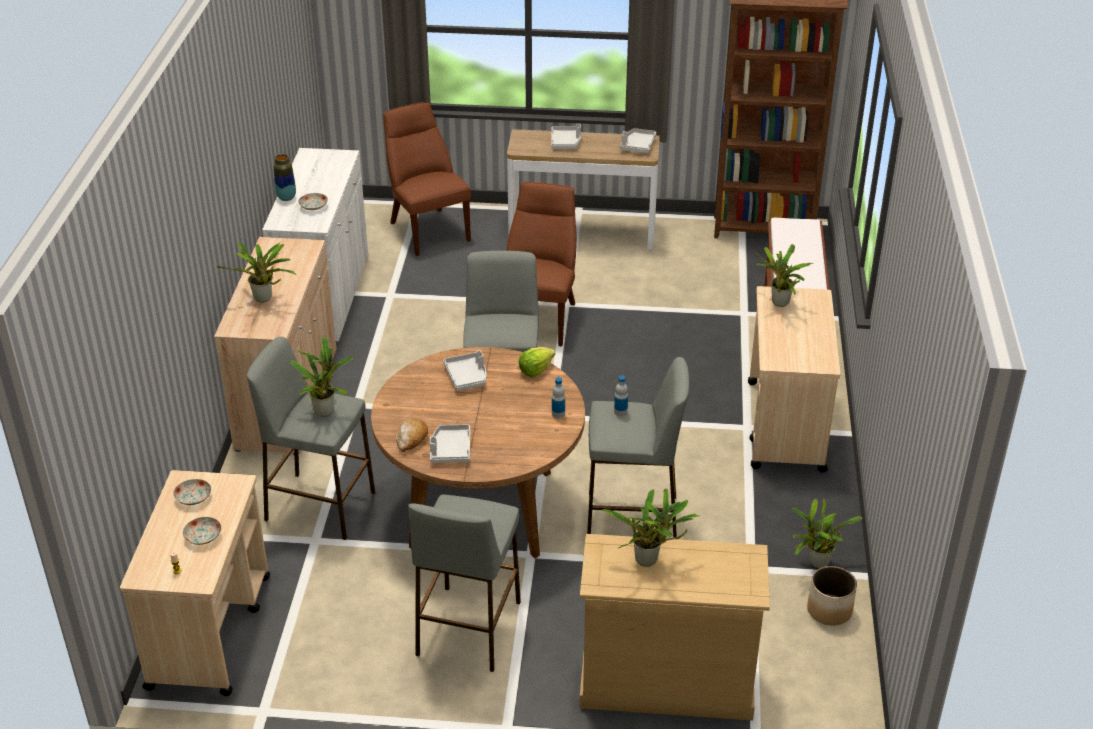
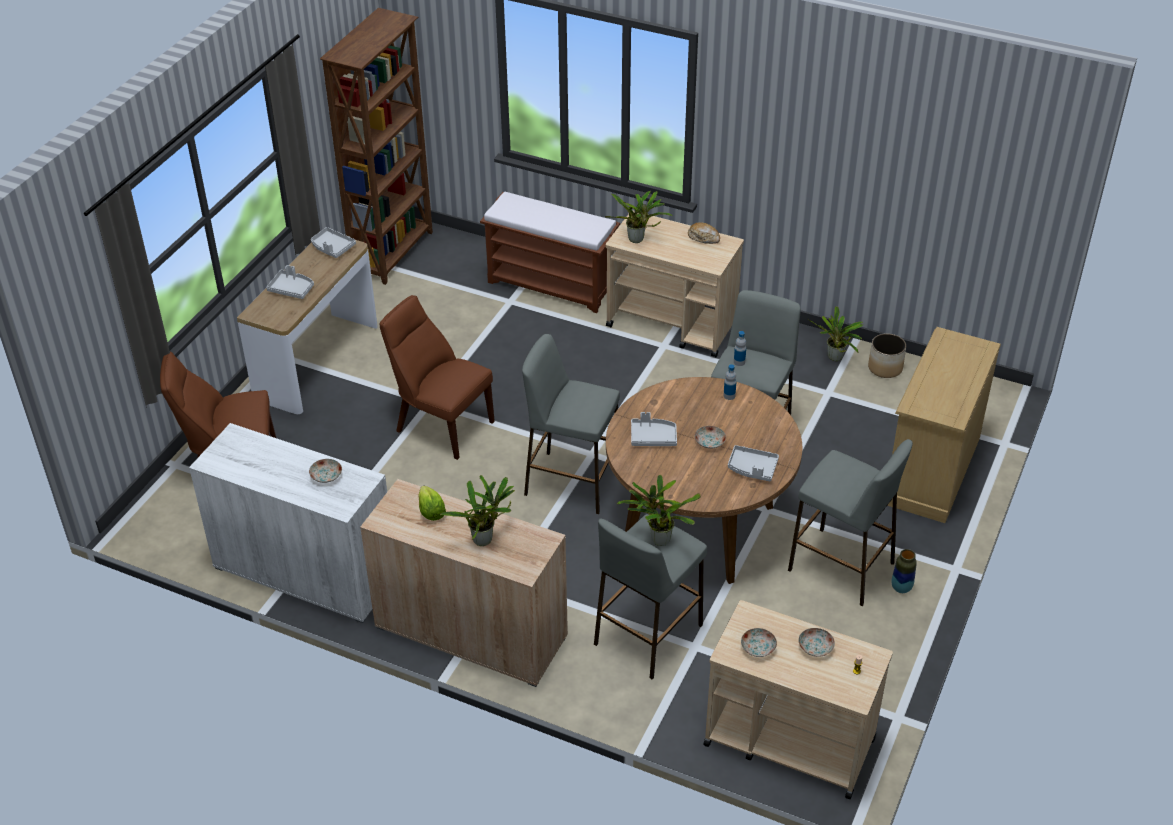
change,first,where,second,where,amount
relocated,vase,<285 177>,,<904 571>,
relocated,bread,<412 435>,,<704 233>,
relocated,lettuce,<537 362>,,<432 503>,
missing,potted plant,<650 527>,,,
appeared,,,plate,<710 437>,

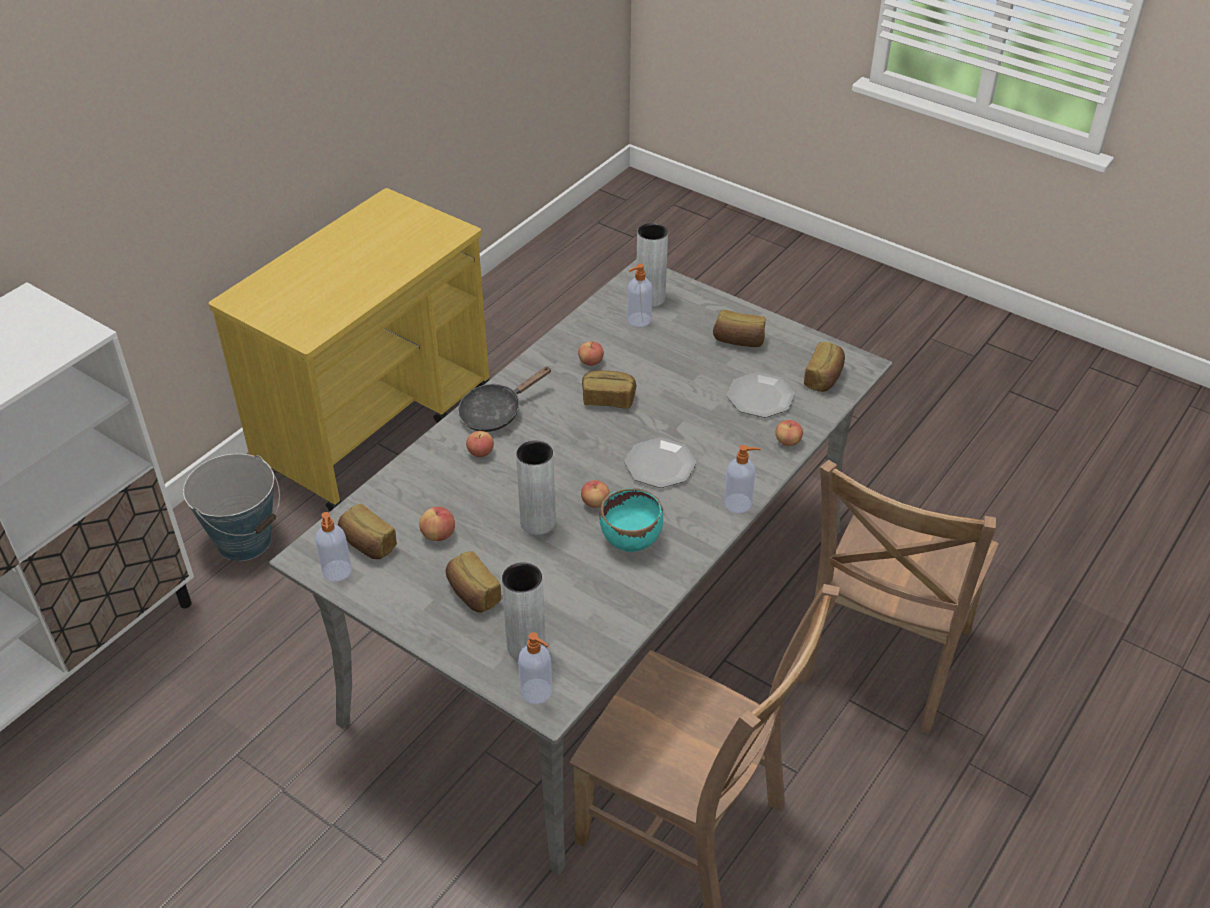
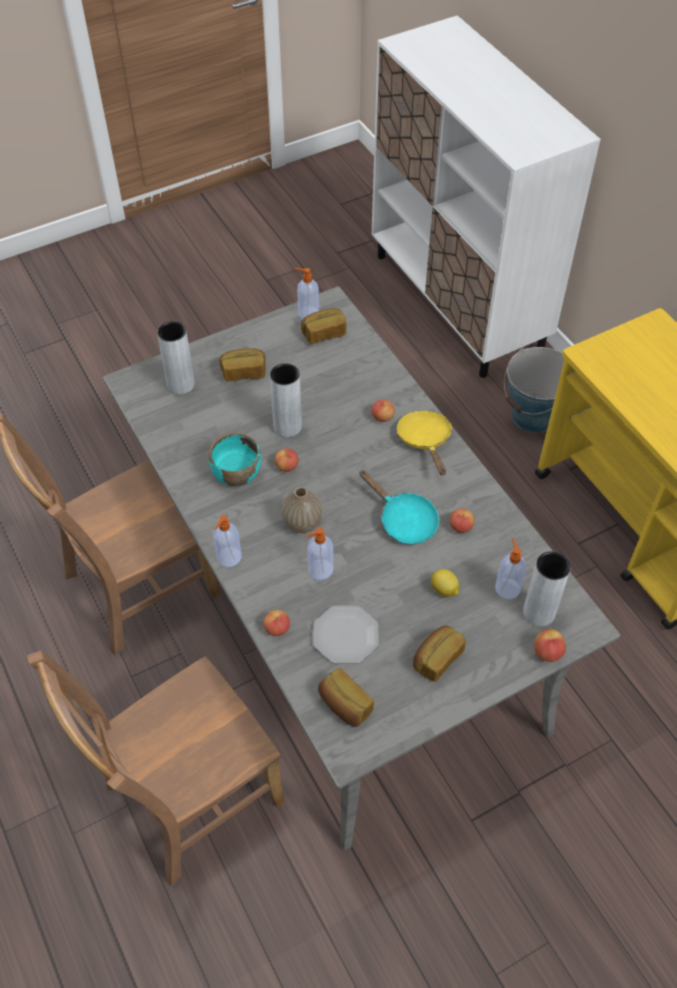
change,first,where,second,where,amount
relocated,apple,<437 524>,,<550 645>,
colour,frying pan/black,<505 399>,frying pan/yellow,<424 442>,
relocated,soap dispenser,<535 668>,,<319 554>,
exchanged,bread,<609 389>,frying pan/turquoise,<399 507>,
exchanged,plate,<660 463>,vase,<301 510>,
spun,chair/brown,<899 596>,,<155 768>,90 degrees counterclockwise
appeared,,,lemon,<445 583>,

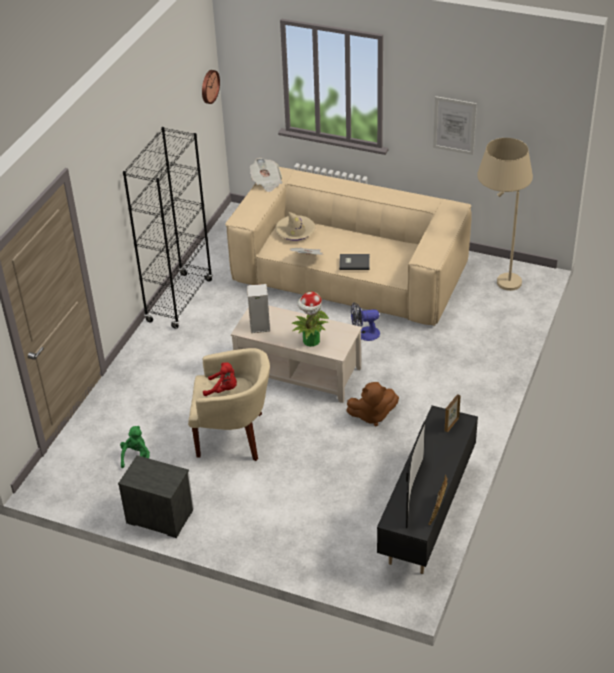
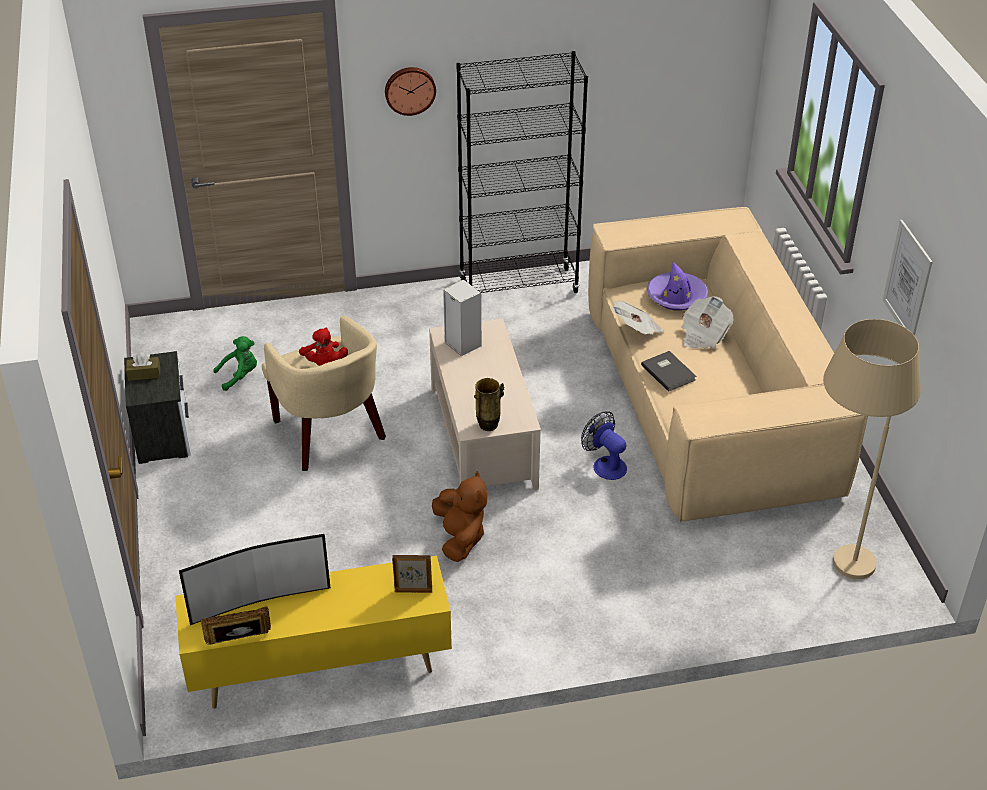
change,first,where,second,where,amount
relocated,wall clock,<211 87>,,<410 91>,
relocated,newspaper,<266 175>,,<708 322>,
colour,hat/beige,<295 226>,hat/purple,<677 286>,
missing,potted plant,<310 319>,,,
spun,plush toy/brown,<372 404>,,<459 516>,150 degrees counterclockwise
colour,tv stand/black,<427 490>,tv stand/yellow,<313 632>,
appeared,,,tissue box/brown,<143 366>,
appeared,,,vase,<489 404>,

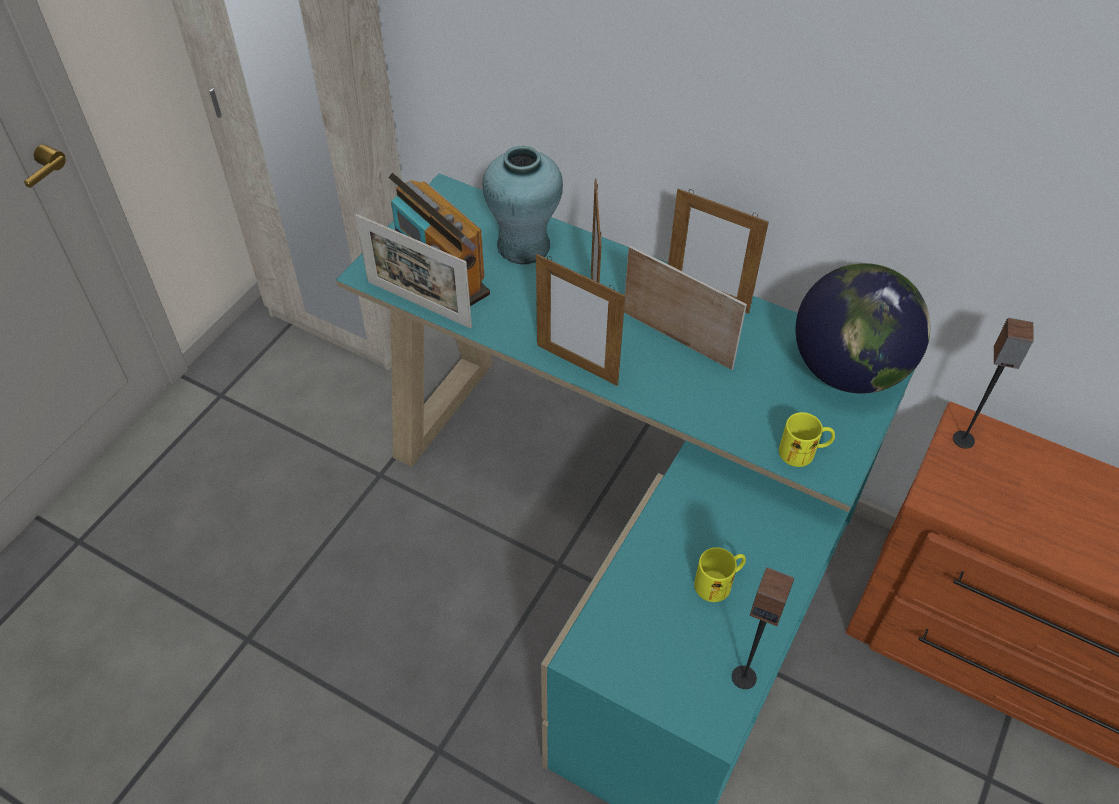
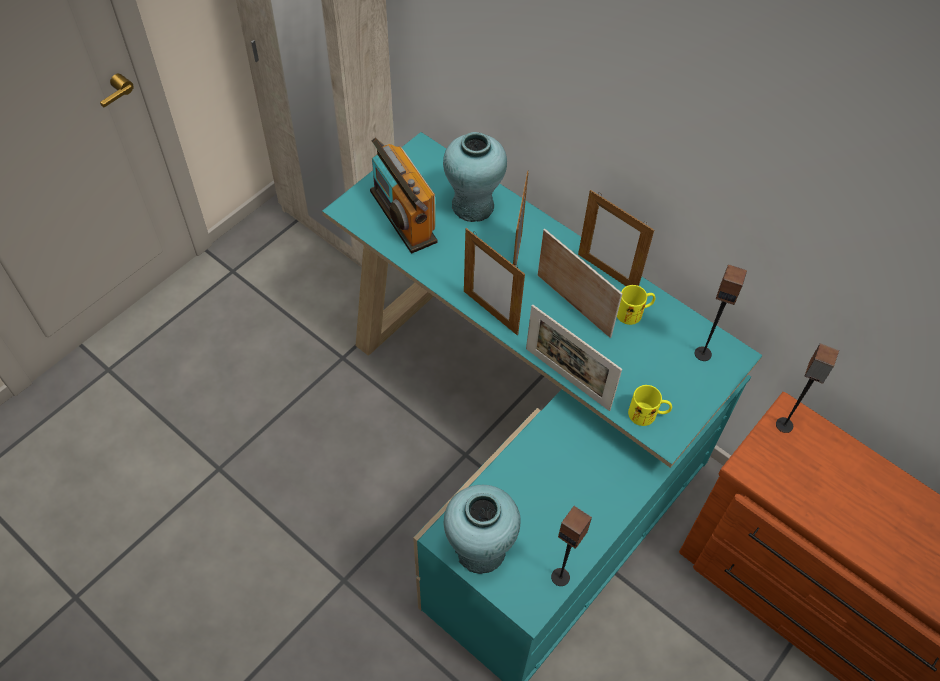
change,first,where,second,where,amount
relocated,picture frame,<413 271>,,<574 358>,
relocated,mug/yellow,<720 574>,,<636 305>,
exchanged,globe,<862 328>,speaker,<721 312>,
appeared,,,vase/turquoise,<482 529>,

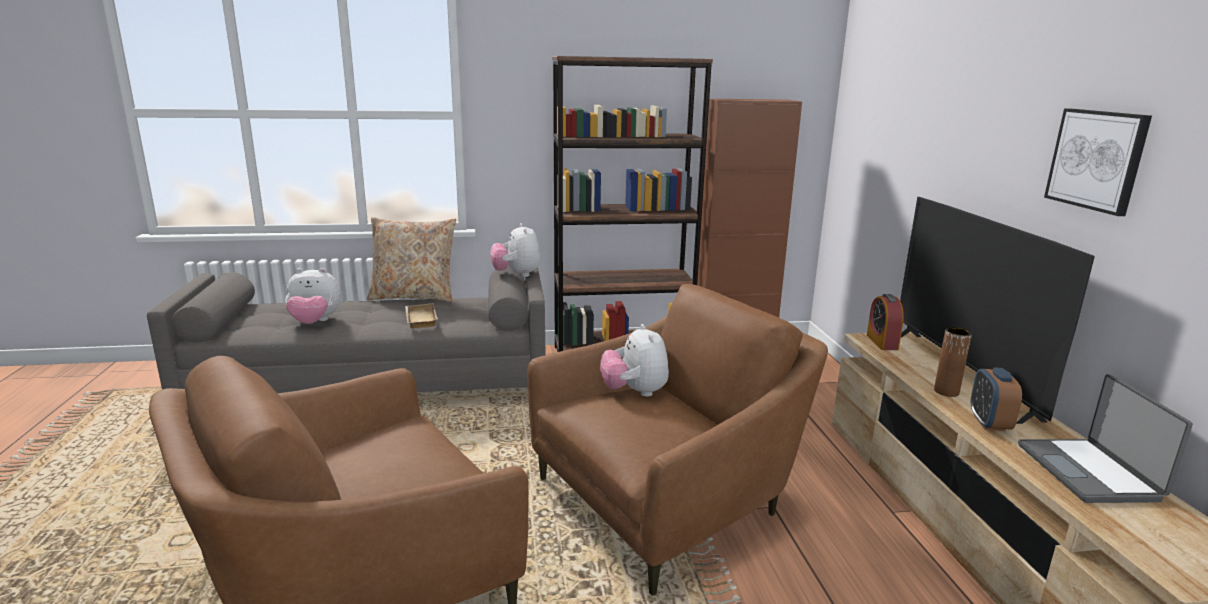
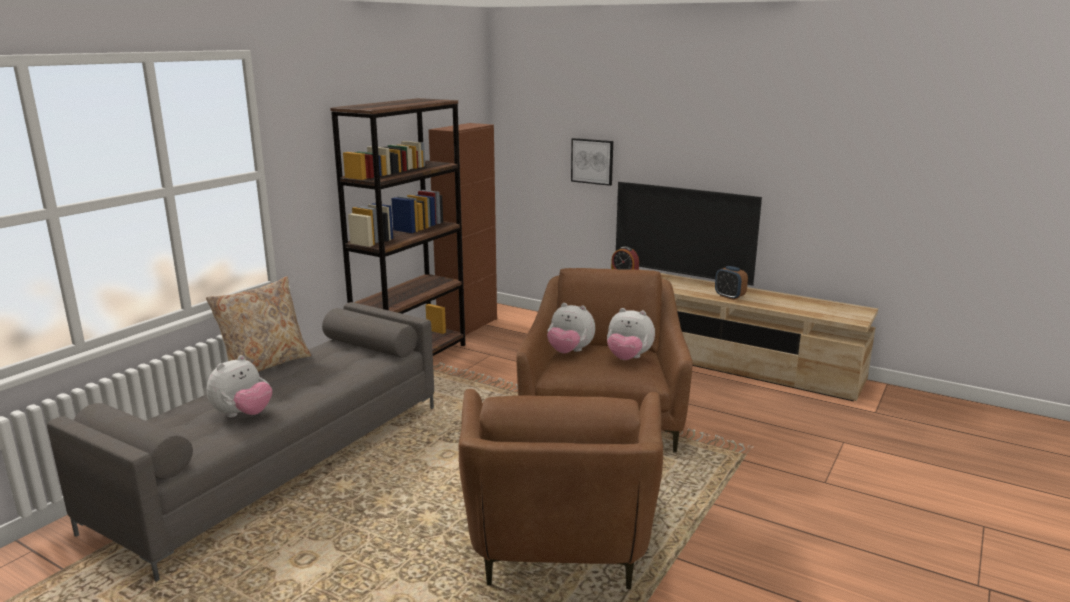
change,first,where,second,where,amount
missing,tray/beige,<421 316>,,,
relocated,plush toy,<515 250>,,<631 334>,
missing,vase/brown,<953 362>,,,
missing,laptop,<1105 438>,,,
relocated,picture,<1098 162>,,<592 162>,

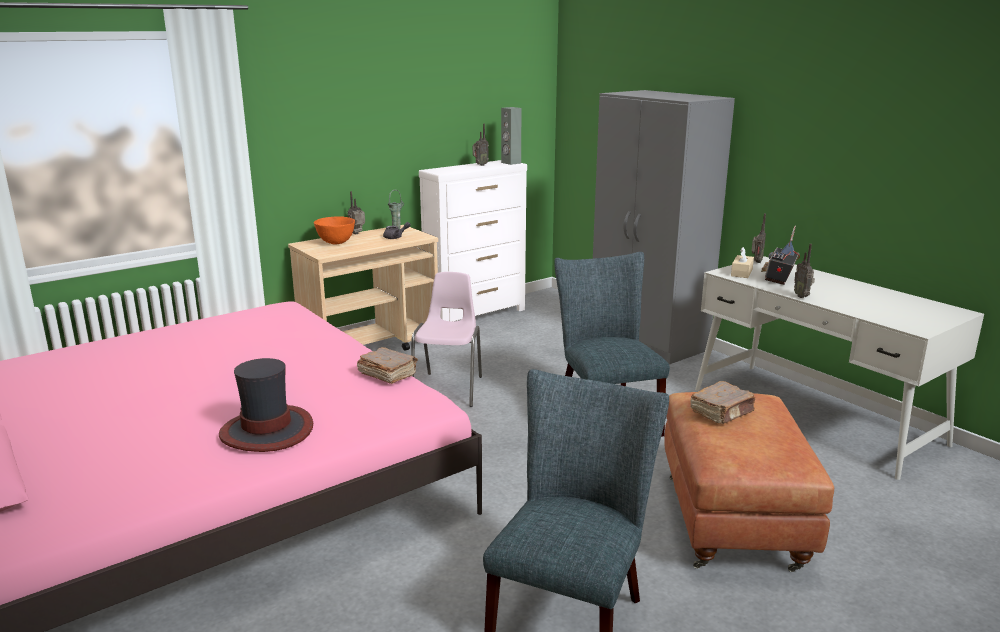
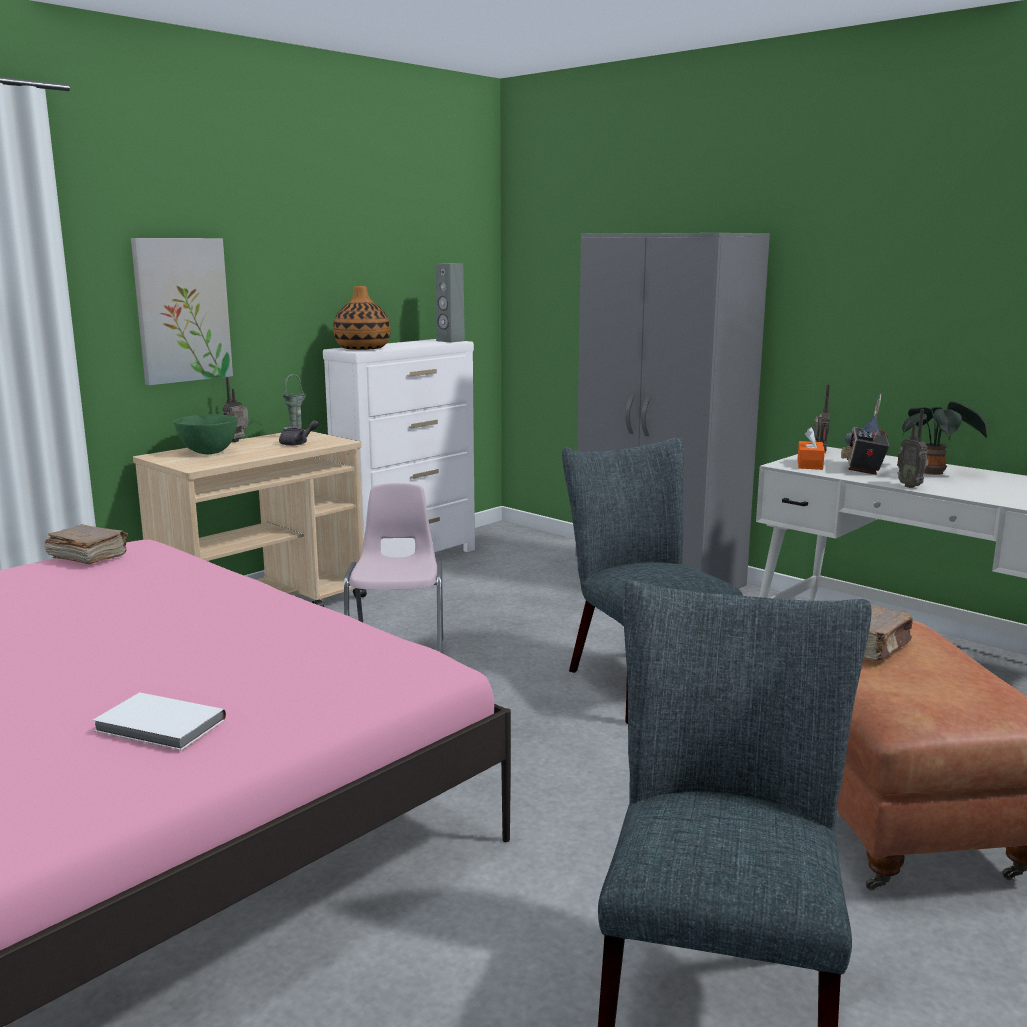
change,first,where,second,where,amount
exchanged,hat,<266 405>,book/white,<159 721>,
colour,bowl/orange,<334 230>,bowl/green,<205 434>,
relocated,book/brown,<387 365>,,<86 544>,
missing,radio,<481 144>,,,
colour,tissue box/beige,<742 262>,tissue box/orange,<811 448>,
appeared,,,picture,<182 311>,
appeared,,,vase,<362 318>,
appeared,,,potted plant,<945 438>,

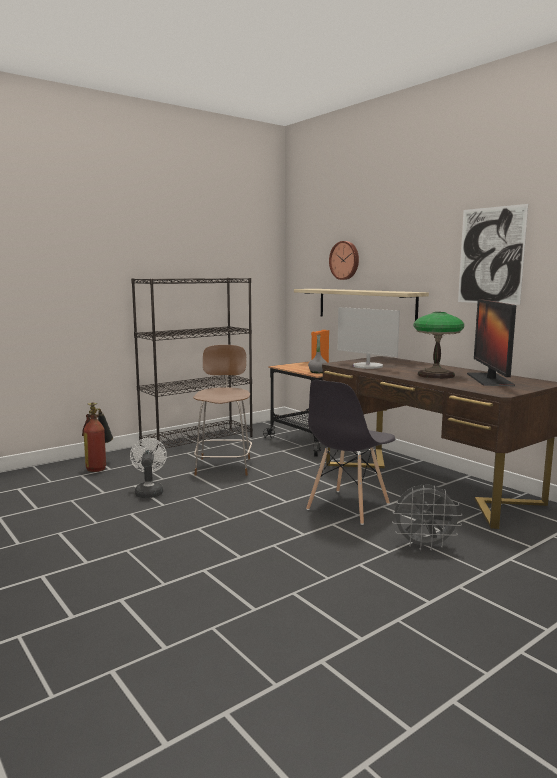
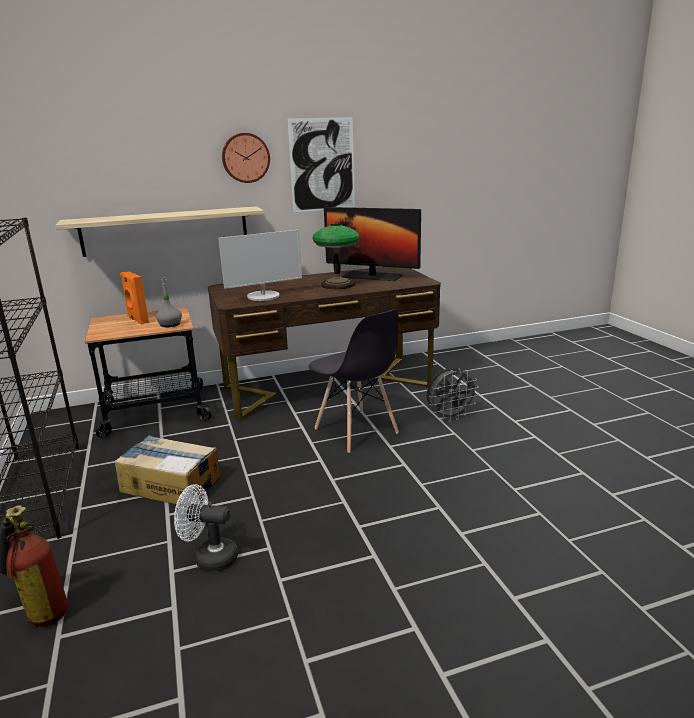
change,first,where,second,where,amount
exchanged,chair/brown,<222 410>,cardboard box,<167 469>,
relocated,wall clock,<344 260>,,<246 158>,
spun,fan/grey,<427 518>,,<453 395>,45 degrees clockwise

